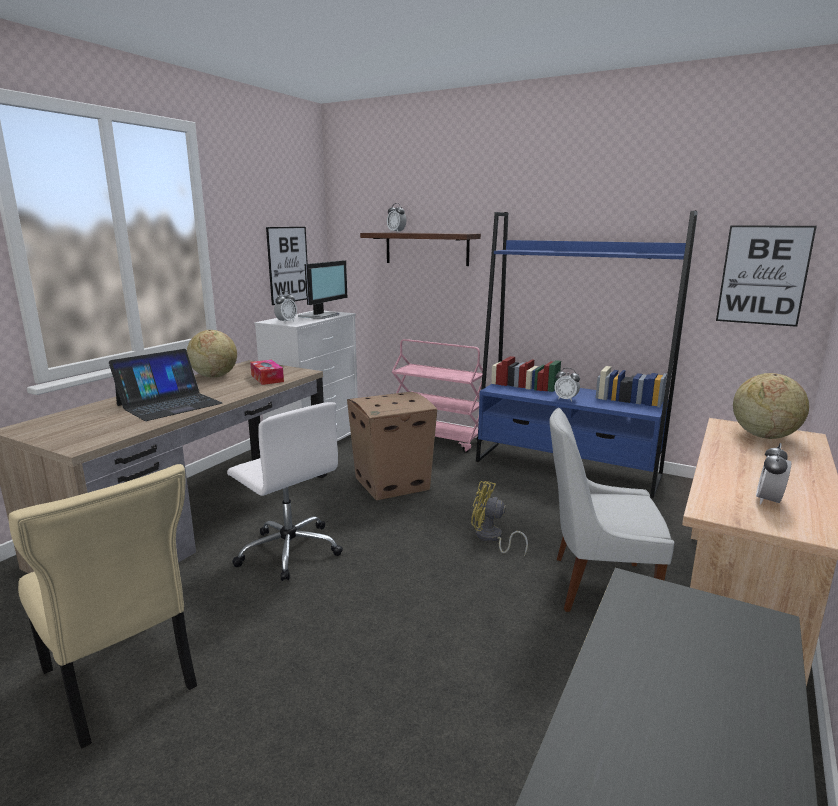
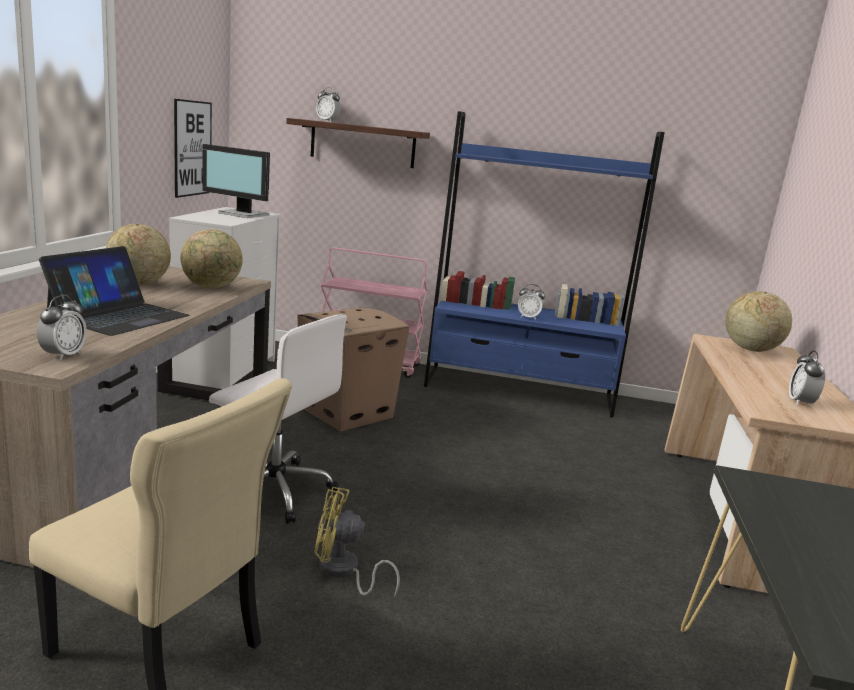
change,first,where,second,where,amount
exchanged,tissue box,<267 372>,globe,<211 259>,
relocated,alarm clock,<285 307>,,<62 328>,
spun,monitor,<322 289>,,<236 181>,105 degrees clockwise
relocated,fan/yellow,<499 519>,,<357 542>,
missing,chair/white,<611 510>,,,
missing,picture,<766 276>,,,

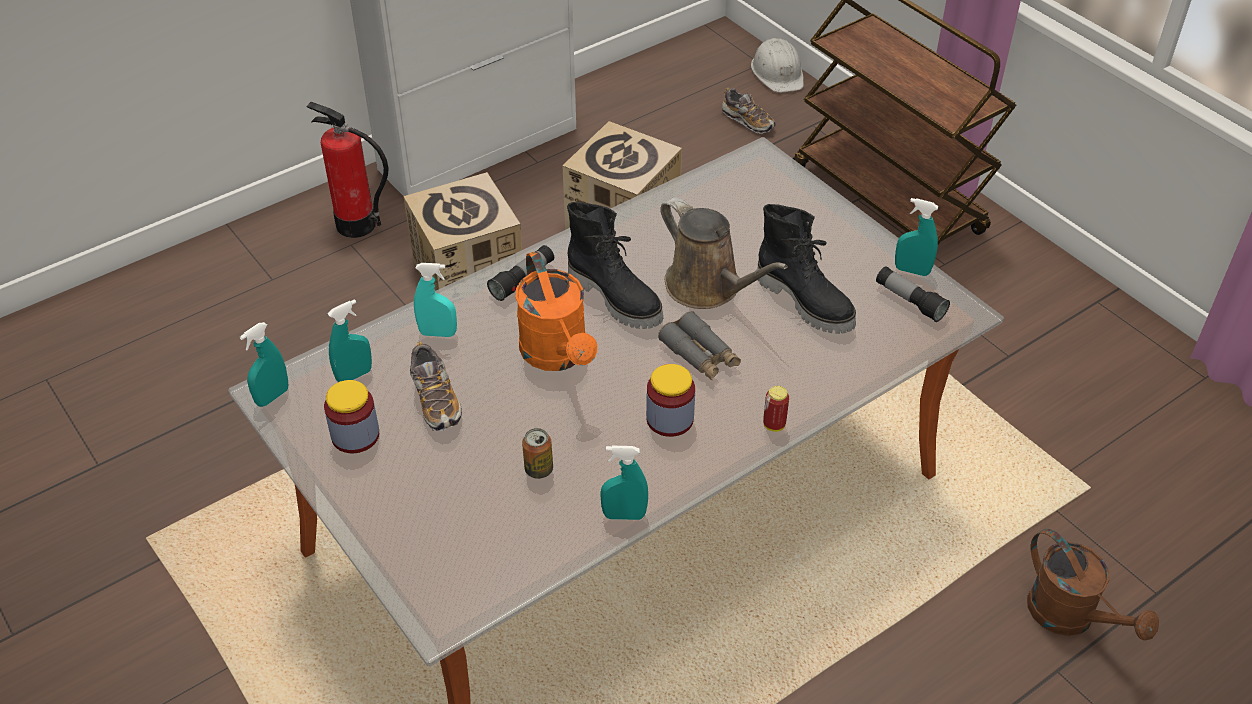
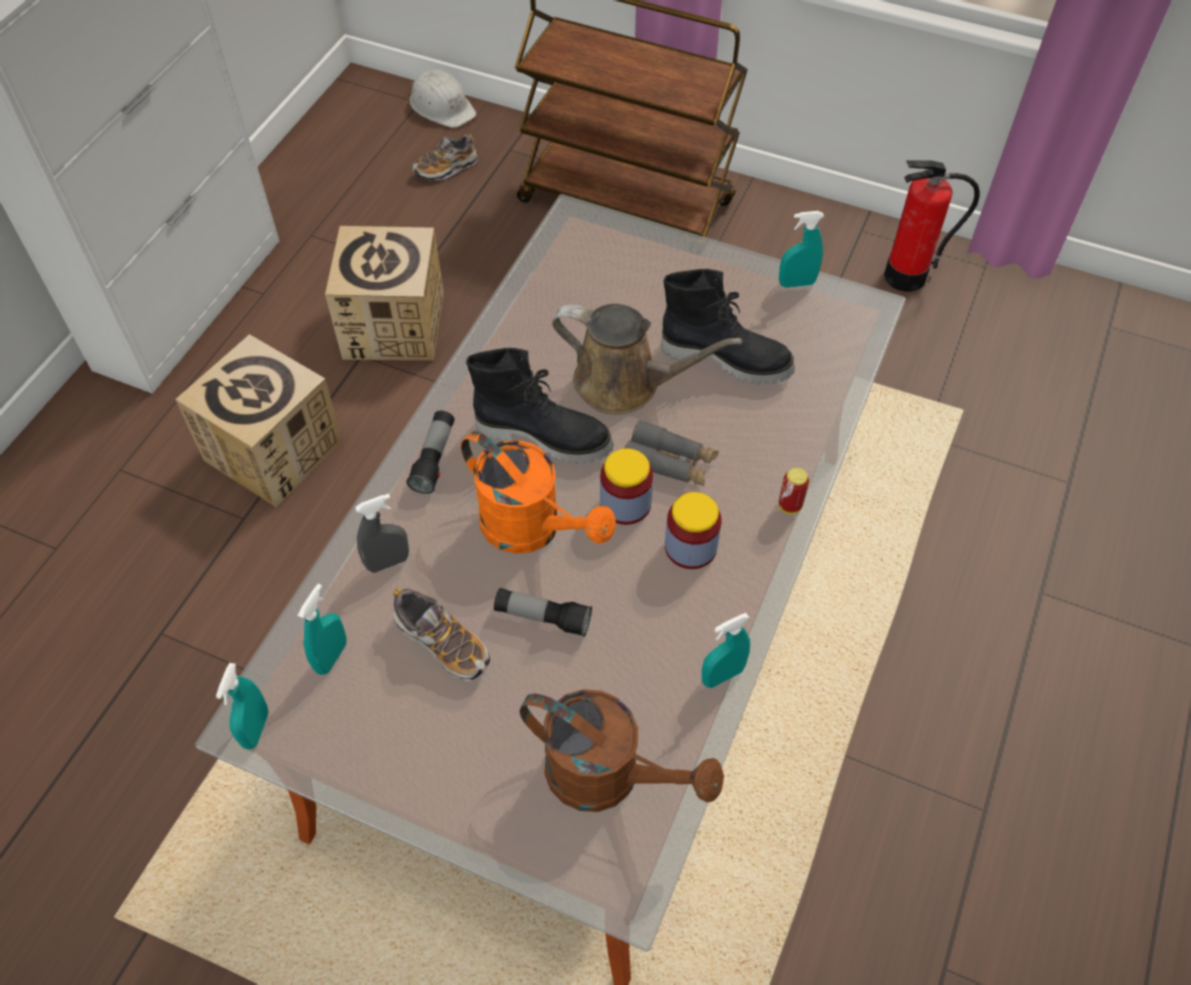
change,first,where,second,where,amount
relocated,fire extinguisher,<347 170>,,<932 226>,
relocated,jar,<351 416>,,<626 486>,
colour,spray bottle/turquoise,<435 300>,spray bottle/grey,<382 533>,
missing,can,<537 453>,,,
spun,shoe,<749 111>,,<445 157>,135 degrees clockwise
relocated,flashlight,<913 294>,,<543 612>,
relocated,watering can/brown,<1093 585>,,<622 750>,

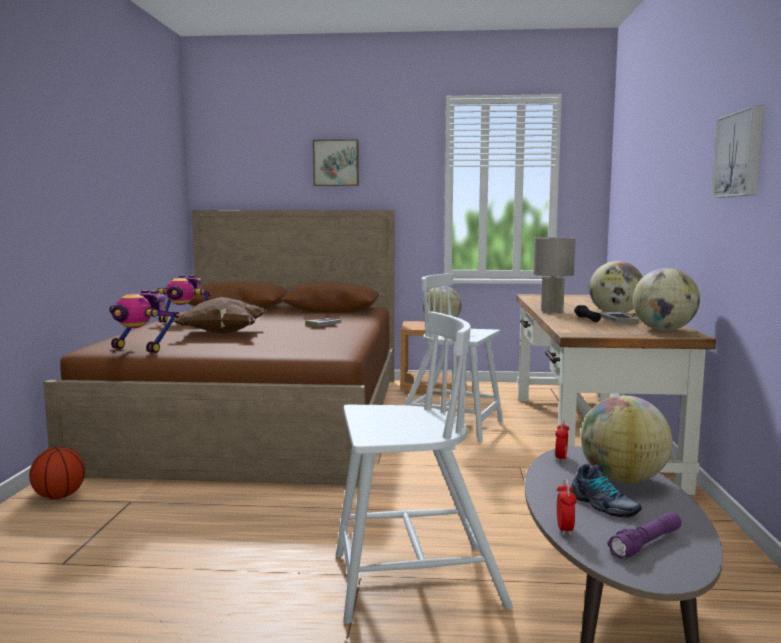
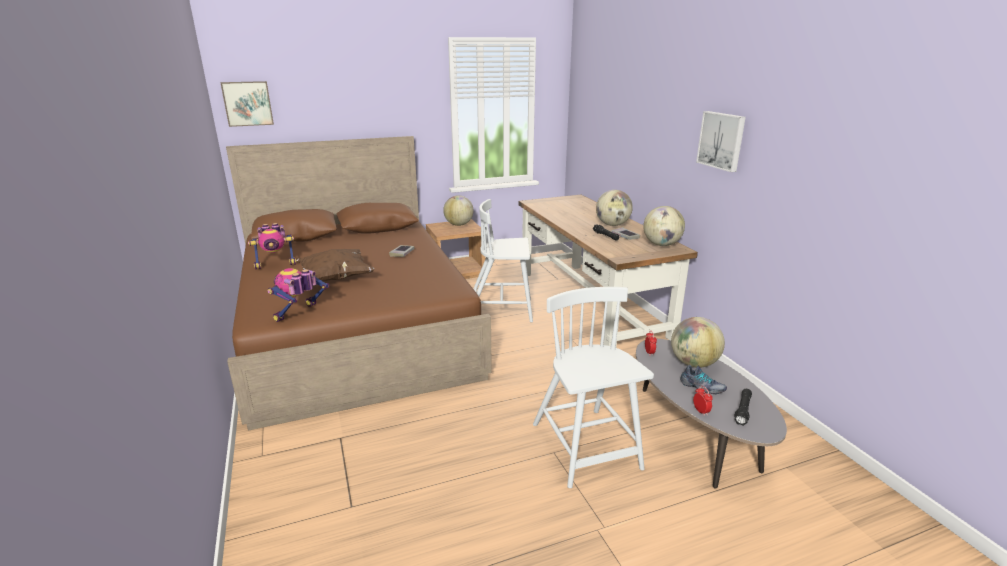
change,first,where,second,where,amount
missing,basketball,<57 473>,,,
spun,toy robot,<144 321>,,<299 295>,120 degrees clockwise
relocated,picture,<336 162>,,<247 104>,
spun,chair/white,<424 468>,,<593 387>,75 degrees counterclockwise
missing,table lamp/grey,<554 275>,,,
colour,flashlight/purple,<644 535>,flashlight/black,<743 407>,

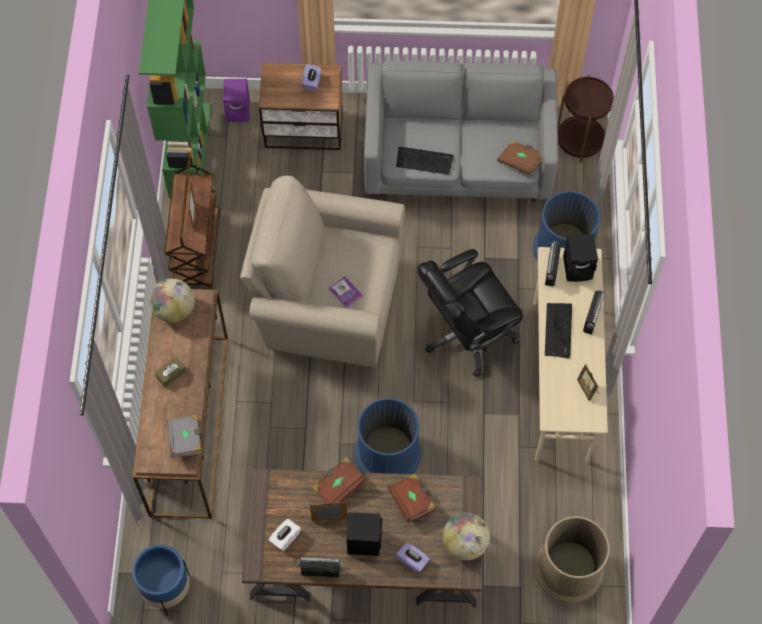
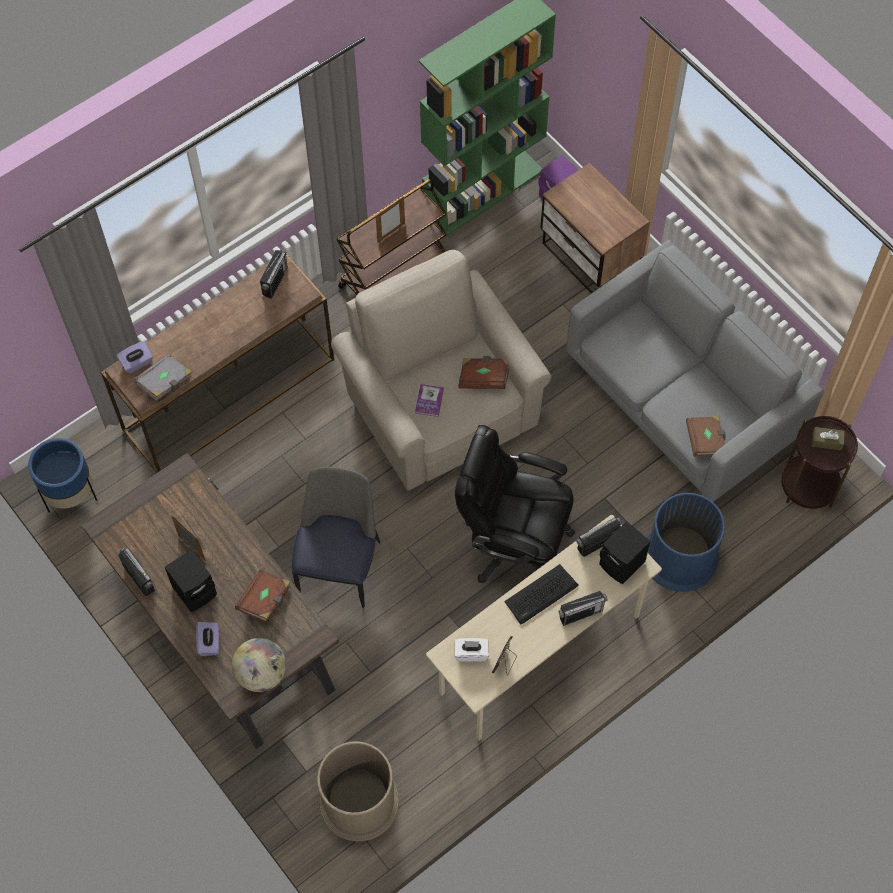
change,first,where,second,where,amount
exchanged,globe,<172 300>,radio,<274 274>,
relocated,tissue box/brown,<170 372>,,<828 438>,
relocated,tissue box/white,<285 535>,,<472 650>,
relocated,tissue box/purple,<311 77>,,<135 357>,
relocated,book/brown,<339 480>,,<483 372>,
exchanged,trash can/blue,<388 436>,chair,<335 537>,
missing,keyboard,<425 161>,,,

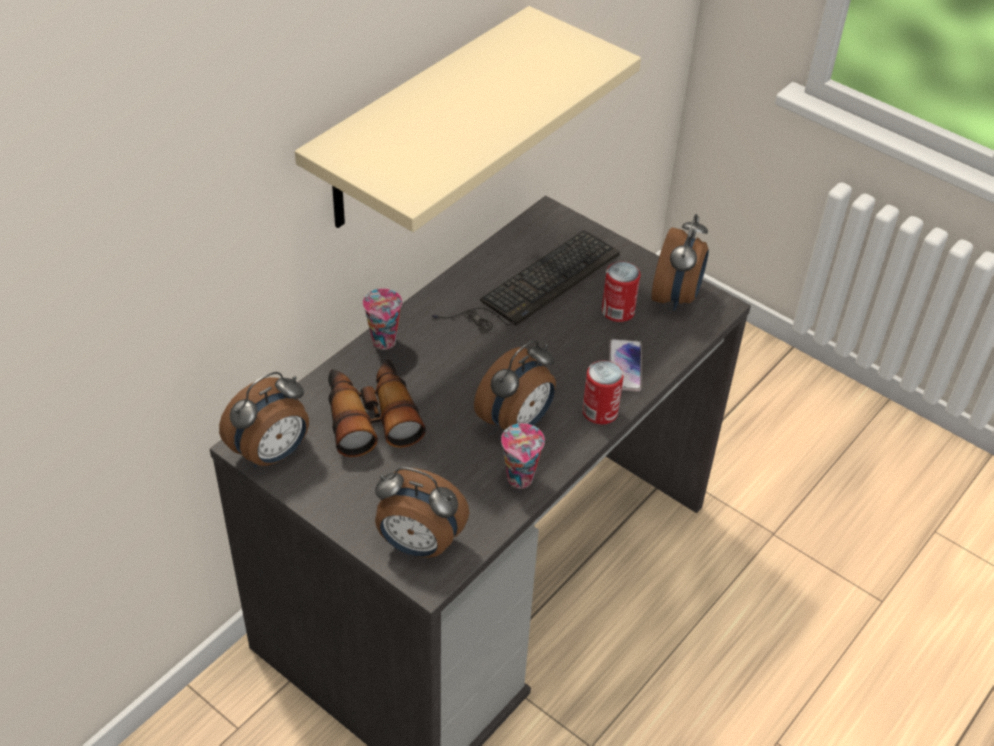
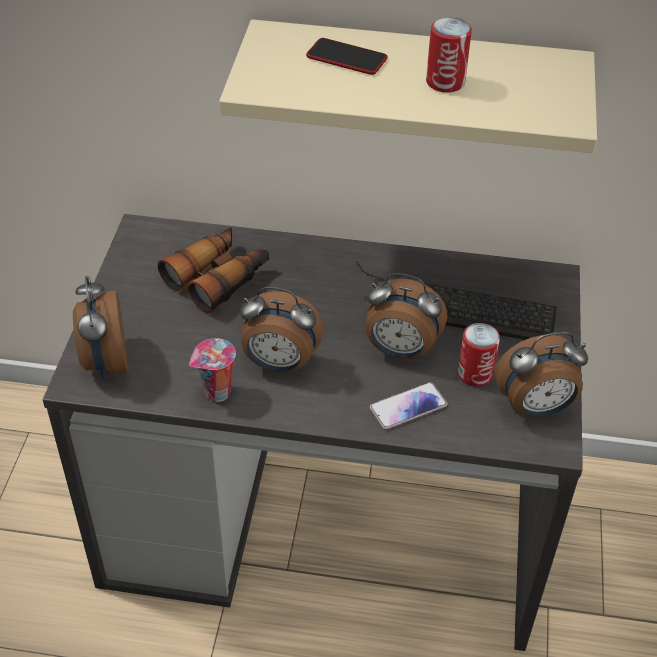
change,first,where,second,where,amount
relocated,alarm clock,<264 419>,,<406 316>,
missing,cup,<382 319>,,,
relocated,can,<603 392>,,<449 55>,
appeared,,,phone,<346 56>,

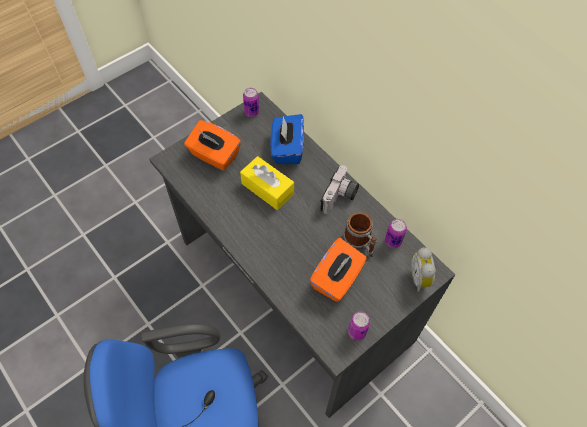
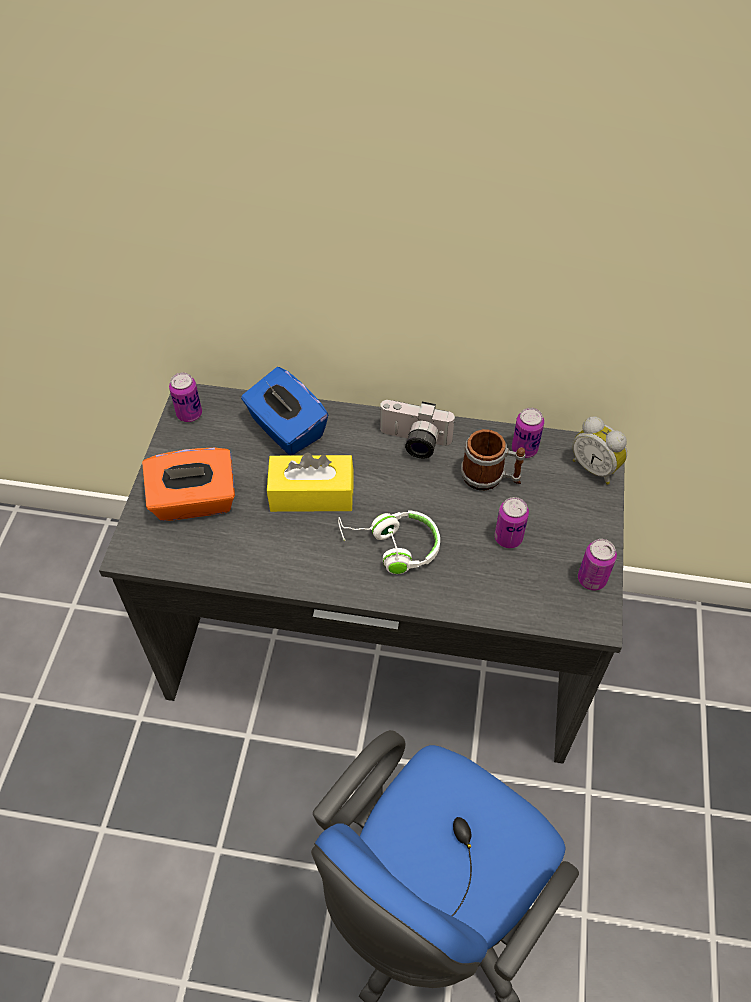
change,first,where,second,where,amount
exchanged,tissue box/orange,<338 270>,can,<511 522>,
spun,photo camera,<339 189>,,<417 429>,120 degrees clockwise
appeared,,,headphones/white,<389 542>,

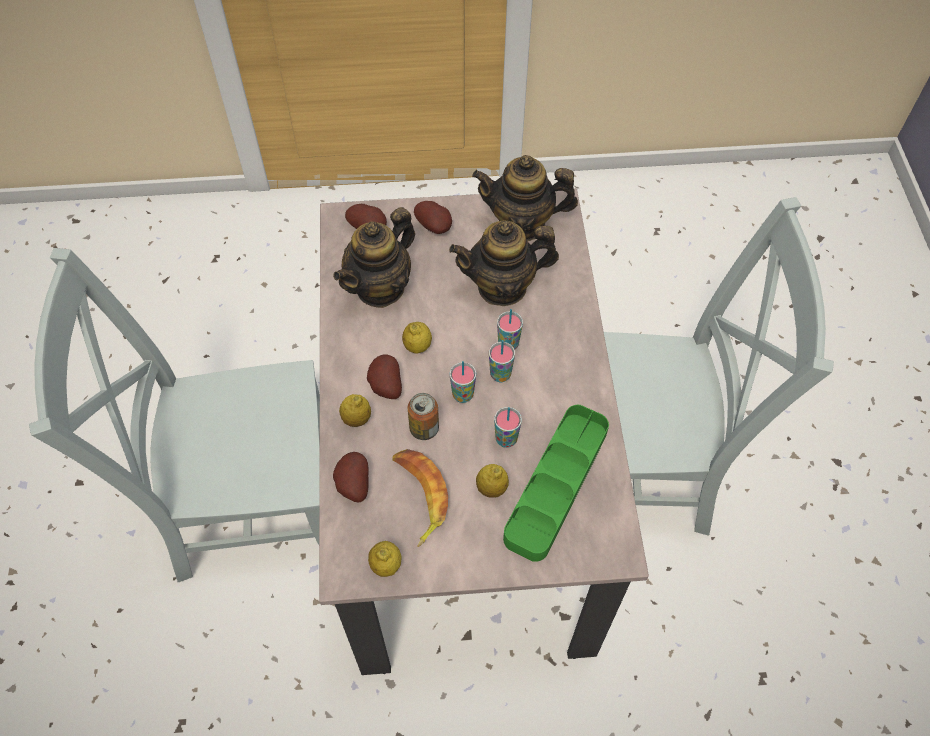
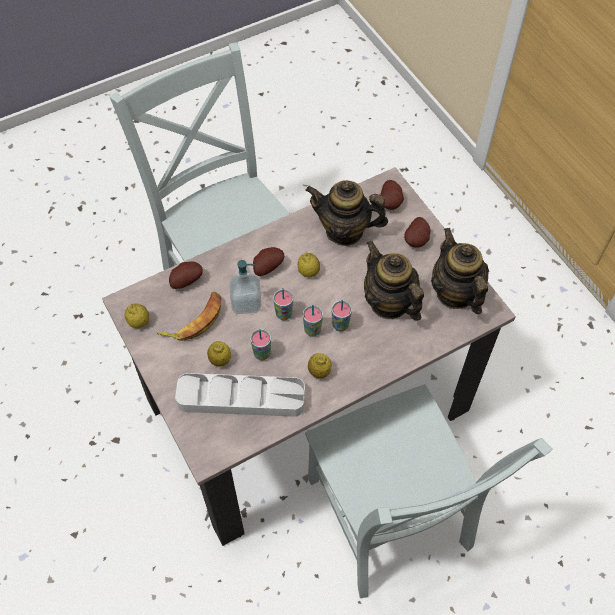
change,first,where,second,where,amount
relocated,lemon,<355 410>,,<319 365>,
exchanged,can,<423 416>,soap dispenser,<245 287>,
colour,tray/green,<556 483>,tray/grey,<240 395>,

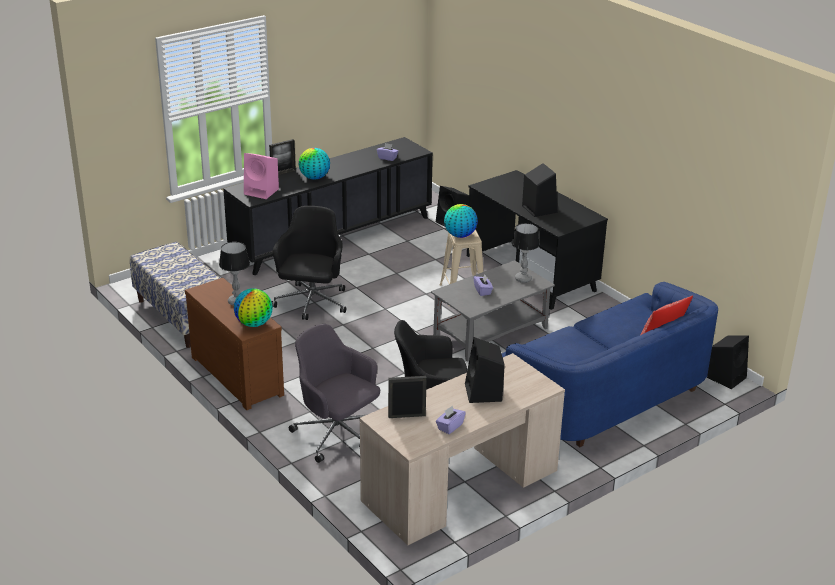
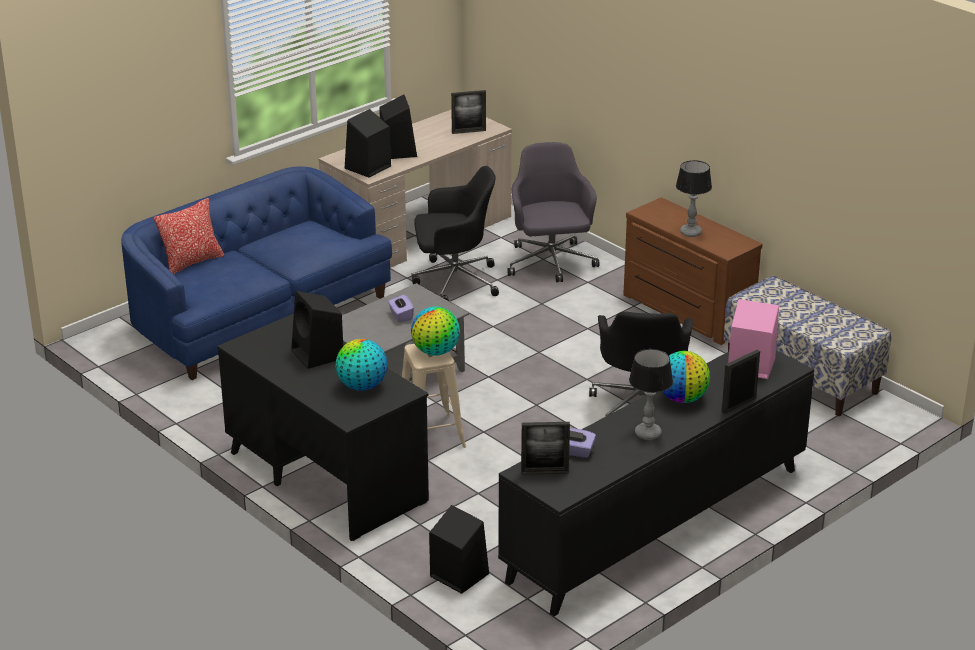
change,first,where,second,where,amount
relocated,globe,<253 307>,,<361 365>,
spun,office chair/grey,<334 393>,,<553 212>,135 degrees counterclockwise
missing,tissue box/purple,<451 419>,,,
relocated,table lamp,<526 253>,,<651 394>,
relocated,speaker/black,<728 362>,,<368 143>,
appeared,,,picture frame,<545 448>,

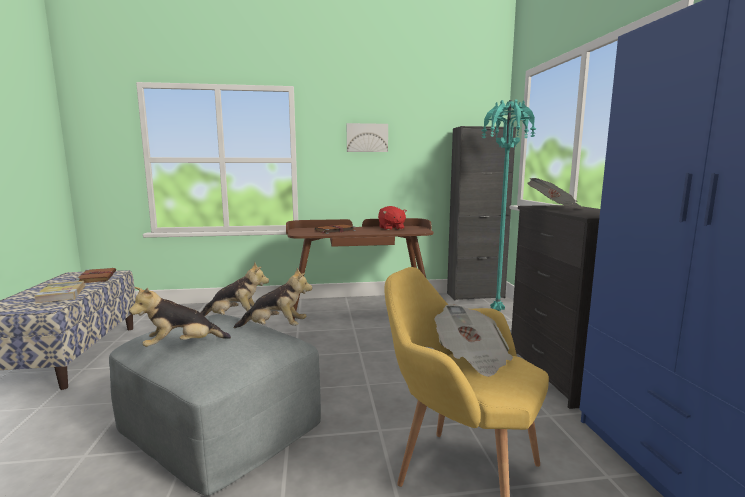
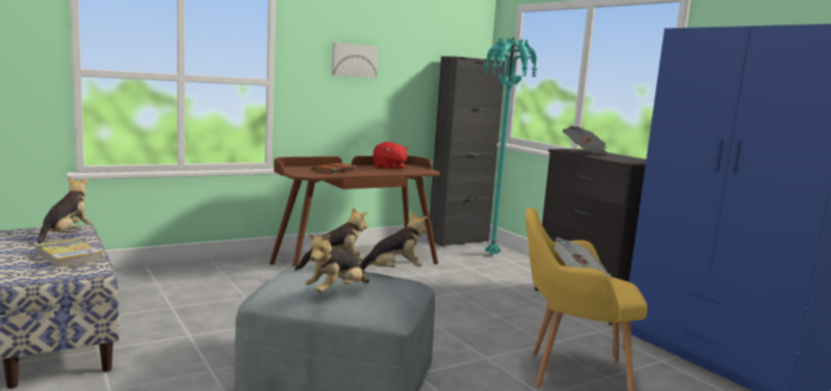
change,first,where,second,where,amount
exchanged,book/brown,<95 275>,plush toy,<65 210>,

